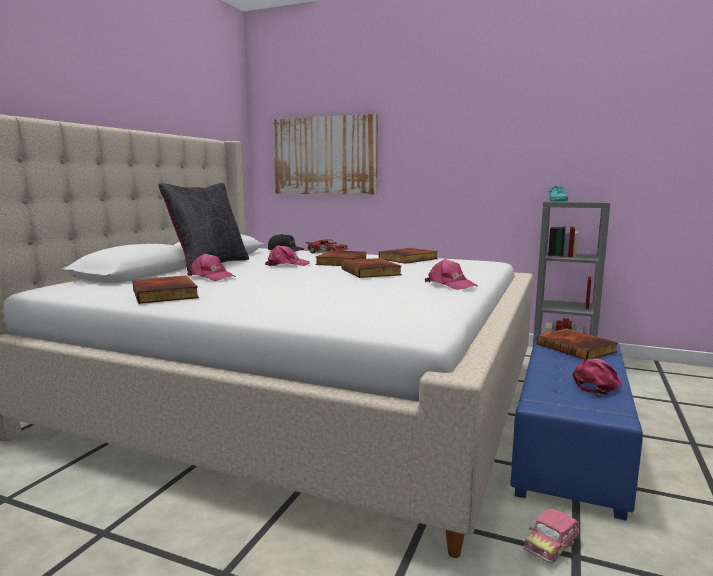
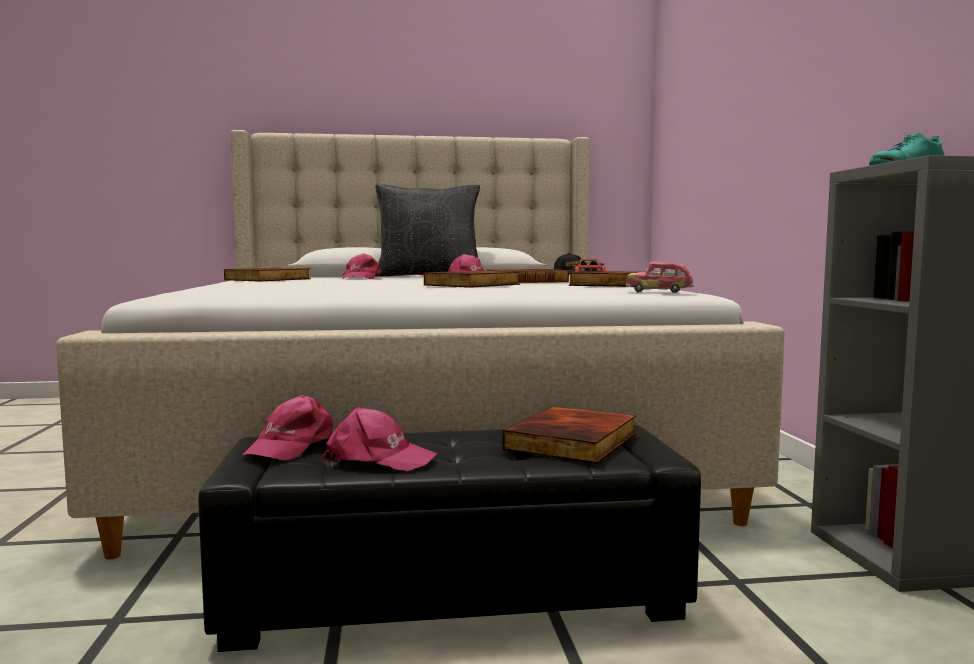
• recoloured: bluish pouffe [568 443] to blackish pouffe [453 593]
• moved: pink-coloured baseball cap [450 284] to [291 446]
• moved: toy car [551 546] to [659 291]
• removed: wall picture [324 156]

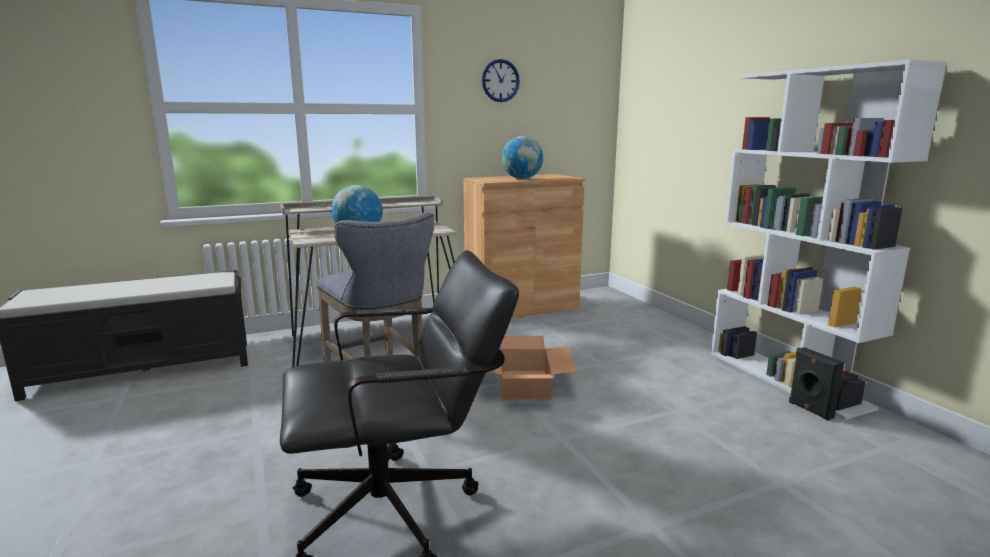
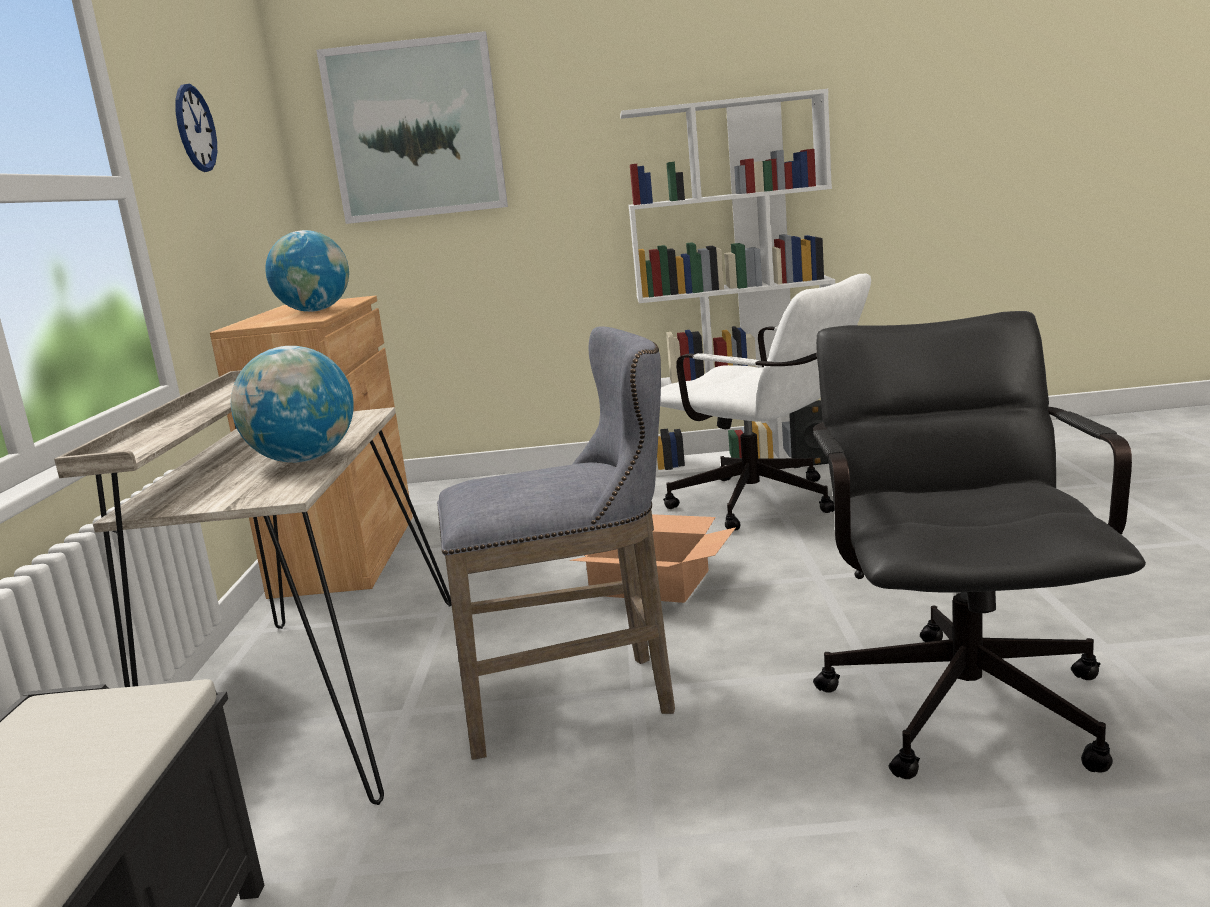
• added: wall picture [415 130]
• added: white office chair [767 505]

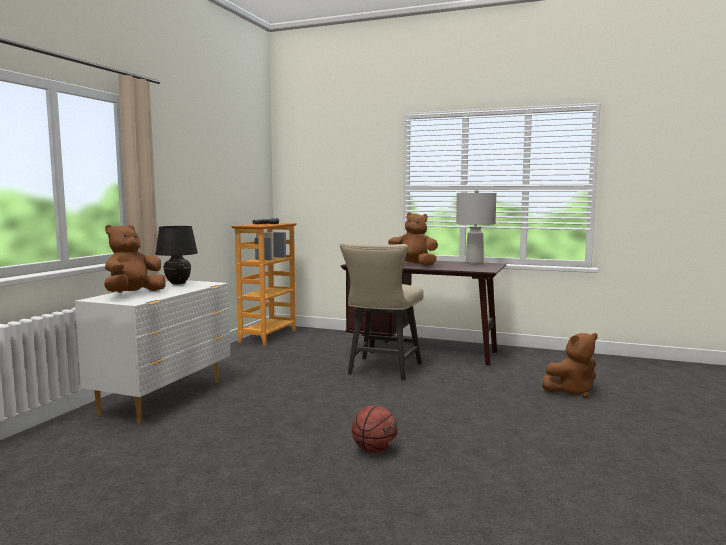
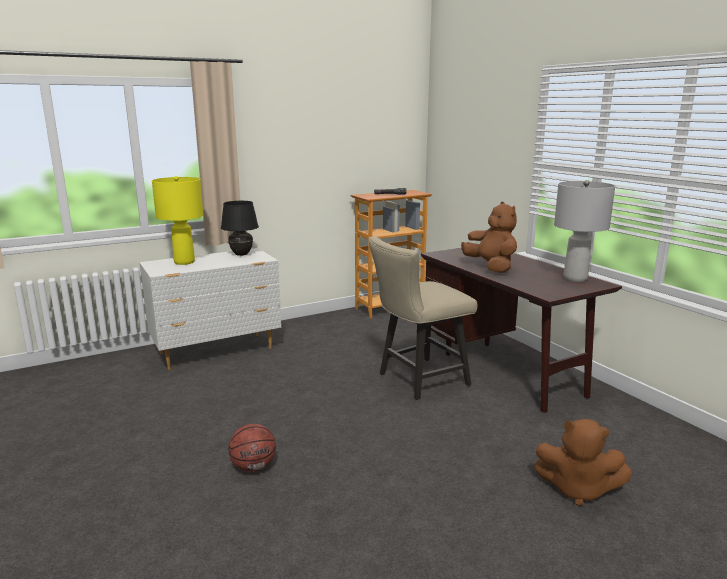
• replaced: brownish soft toy [133 294] to yellowish lamp for a table [184 262]

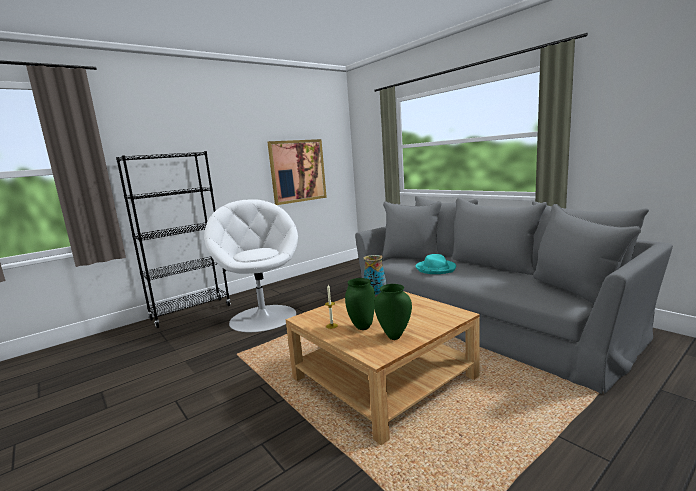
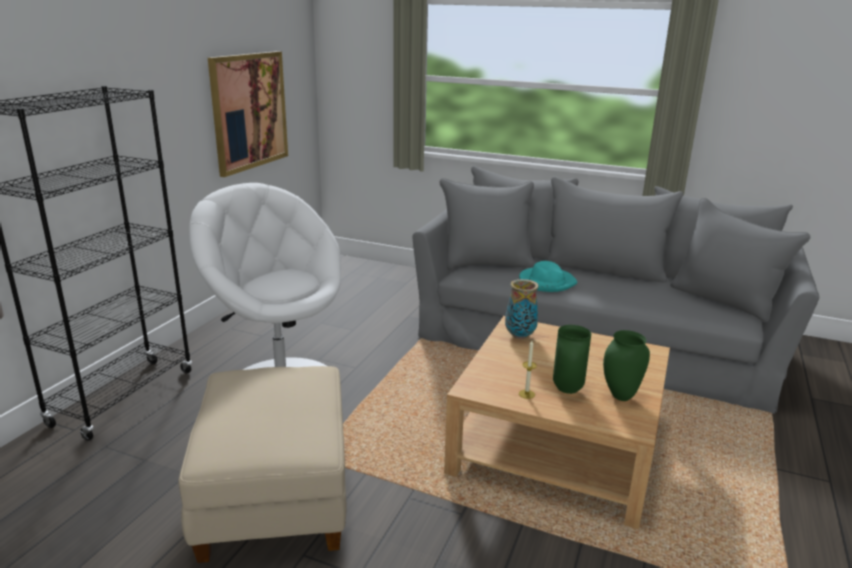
• added: sand-coloured pouffe [274 495]

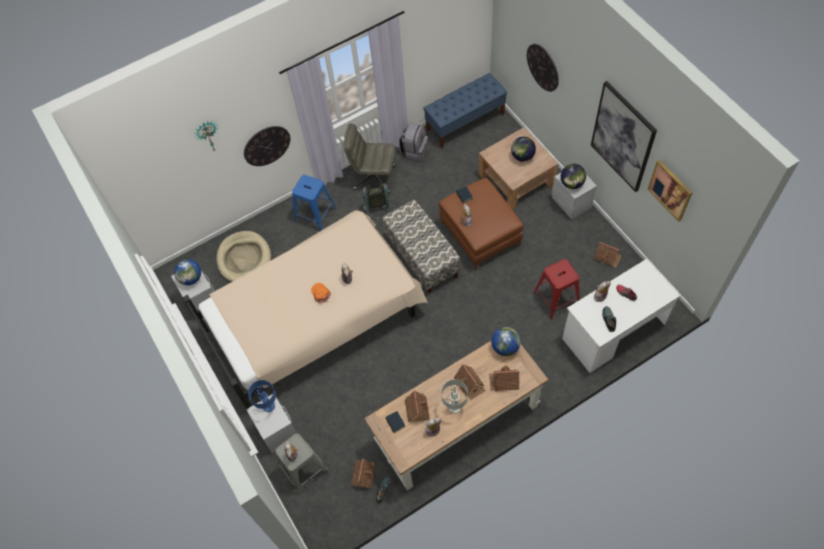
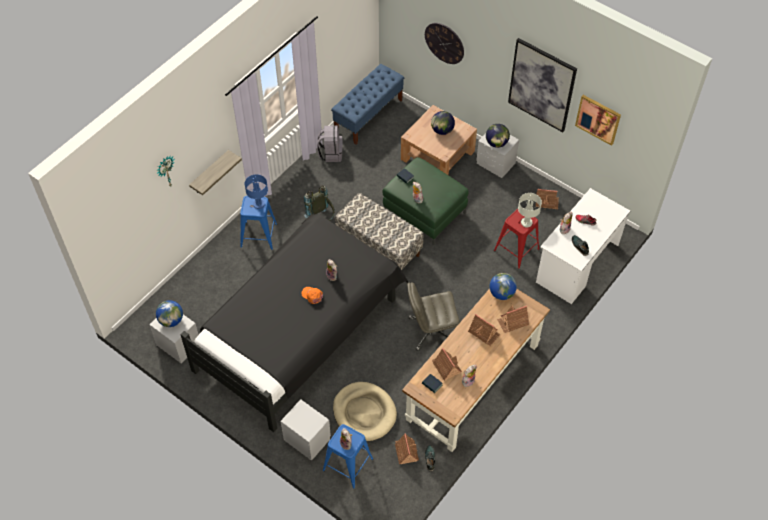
• recoloured: sand-coloured bedroom bed [315 318] to blackish bedroom bed [300 329]
• replaced: clock on the wall [267 145] to wall shelf [210 173]
• moved: bluish lamp for a table [268 406] to [259 204]
• recoloured: greyish sitting stool [303 469] to bluish sitting stool [348 464]
• moved: sand-coloured dog bed [244 258] to [364 413]
• recoloured: brownish pouffe [480 234] to greenish pouffe [424 212]
• moved: greyish office chair [373 177] to [431 331]
• moved: greyish lamp for a table [455 407] to [527 223]

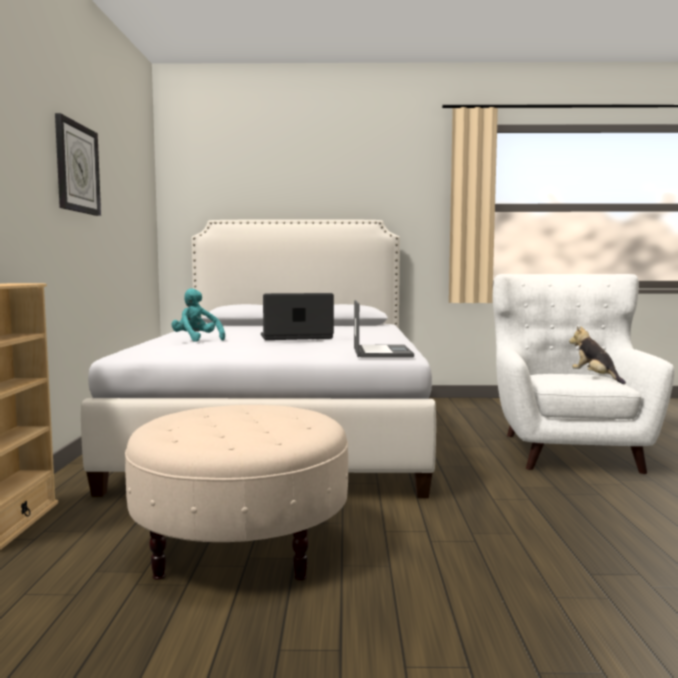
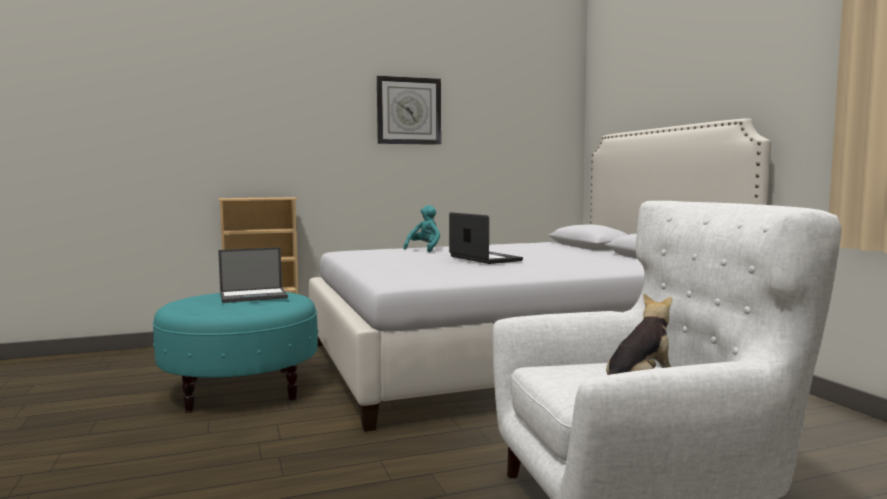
• recoloured: sand-coloured pouffe [242 545] to turquoise pouffe [241 389]
• moved: portable computer [381 352] to [254 296]

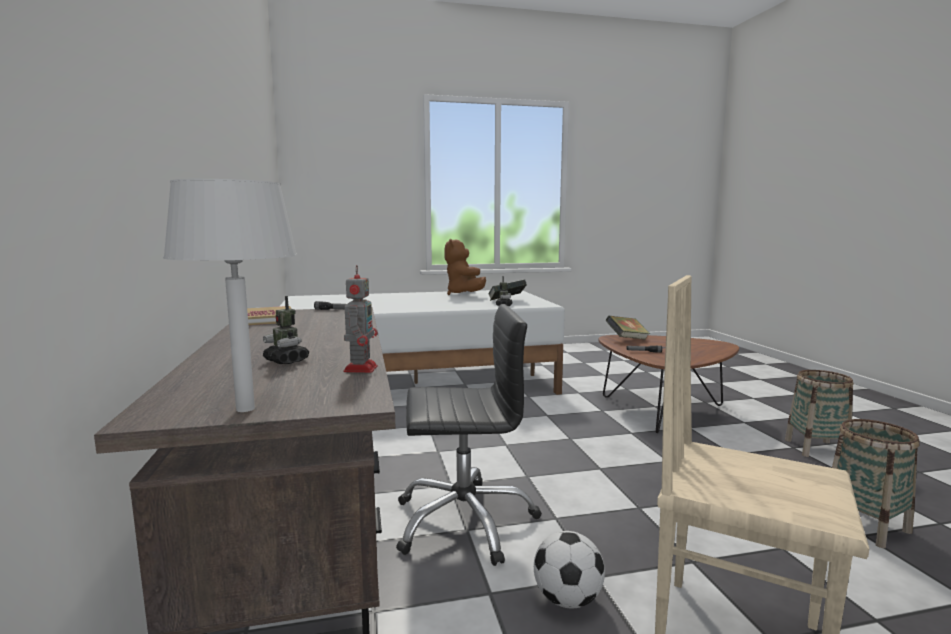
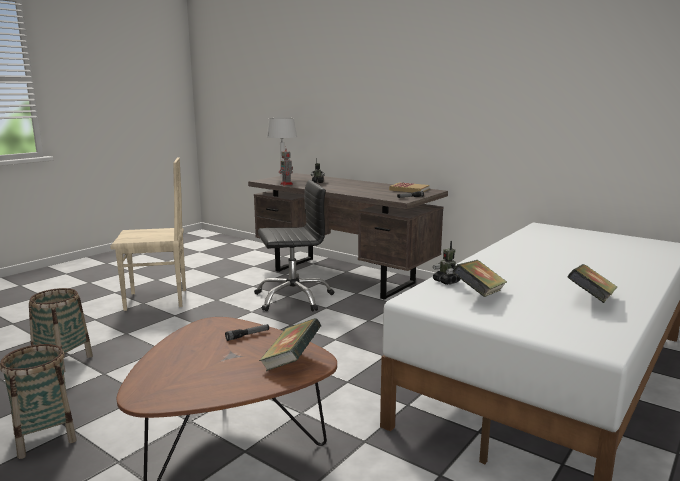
• turned: blackish office chair [464 521] = [293 298] 150 degrees counterclockwise
• replaced: brownish soft toy [464 294] to volume [590 300]
• removed: football [567 599]

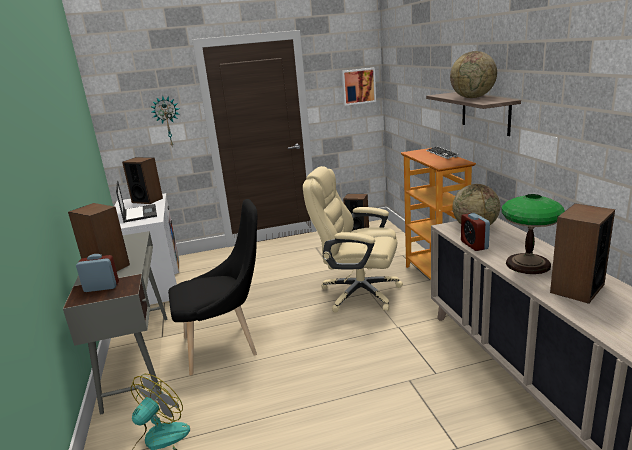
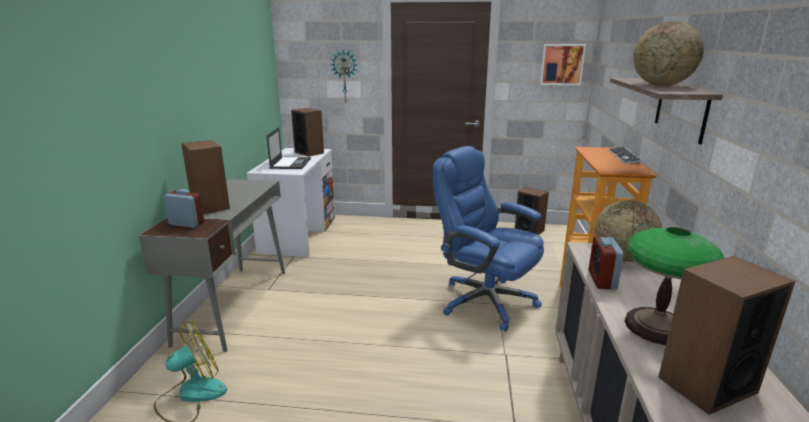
• recoloured: sand-coloured office chair [358 293] to bluish office chair [485 301]
• removed: blackish upright chair [226 345]

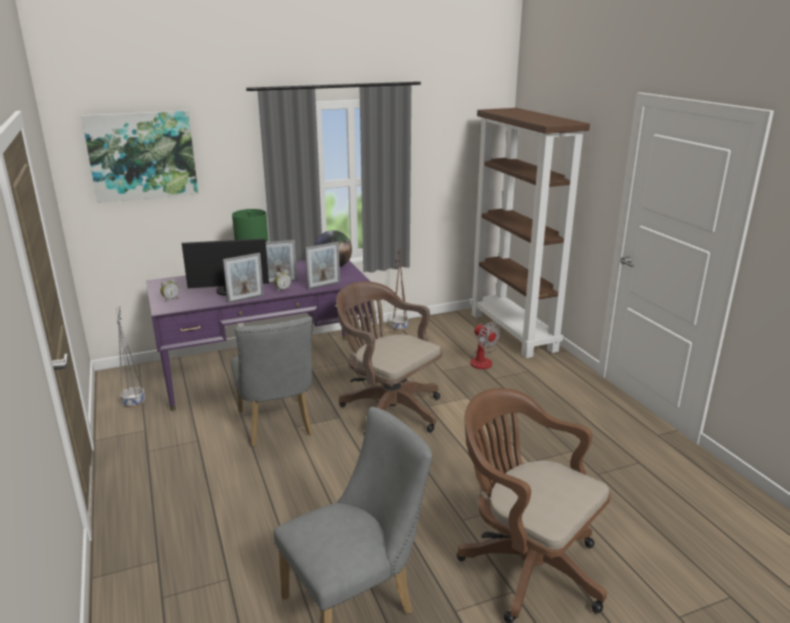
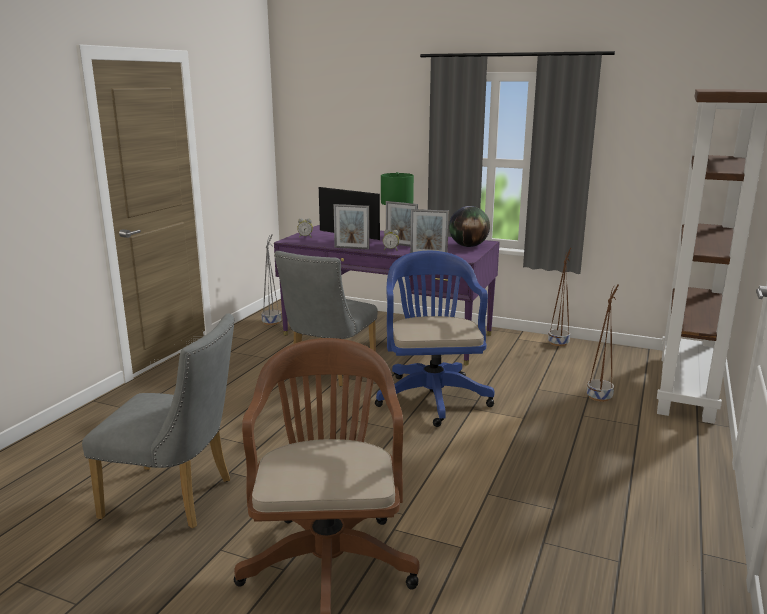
• recoloured: brownish office chair [387 409] to bluish office chair [432 395]
• replaced: electric fan [483 360] to brownish plant pot [599 396]
• removed: wall picture [142 155]

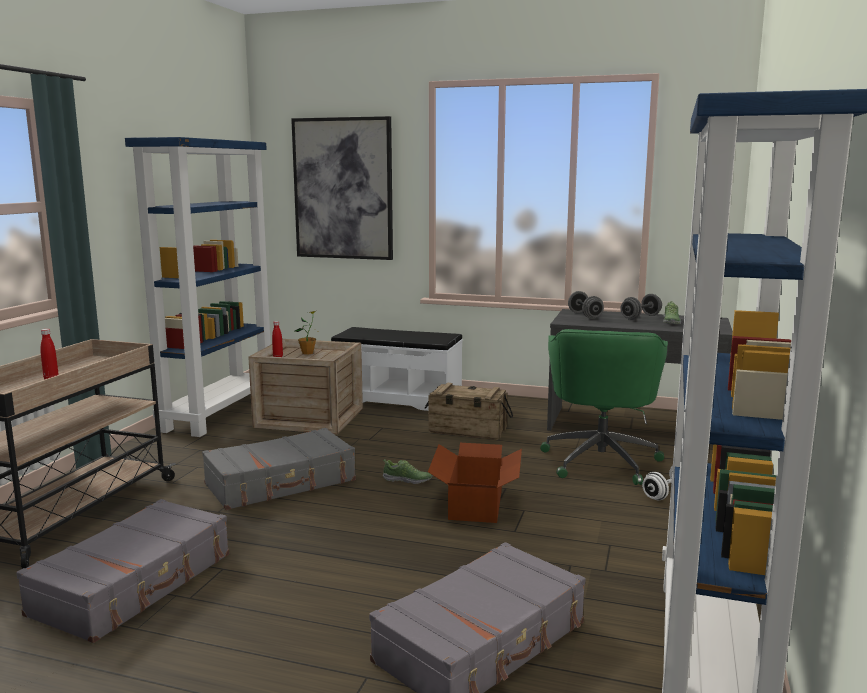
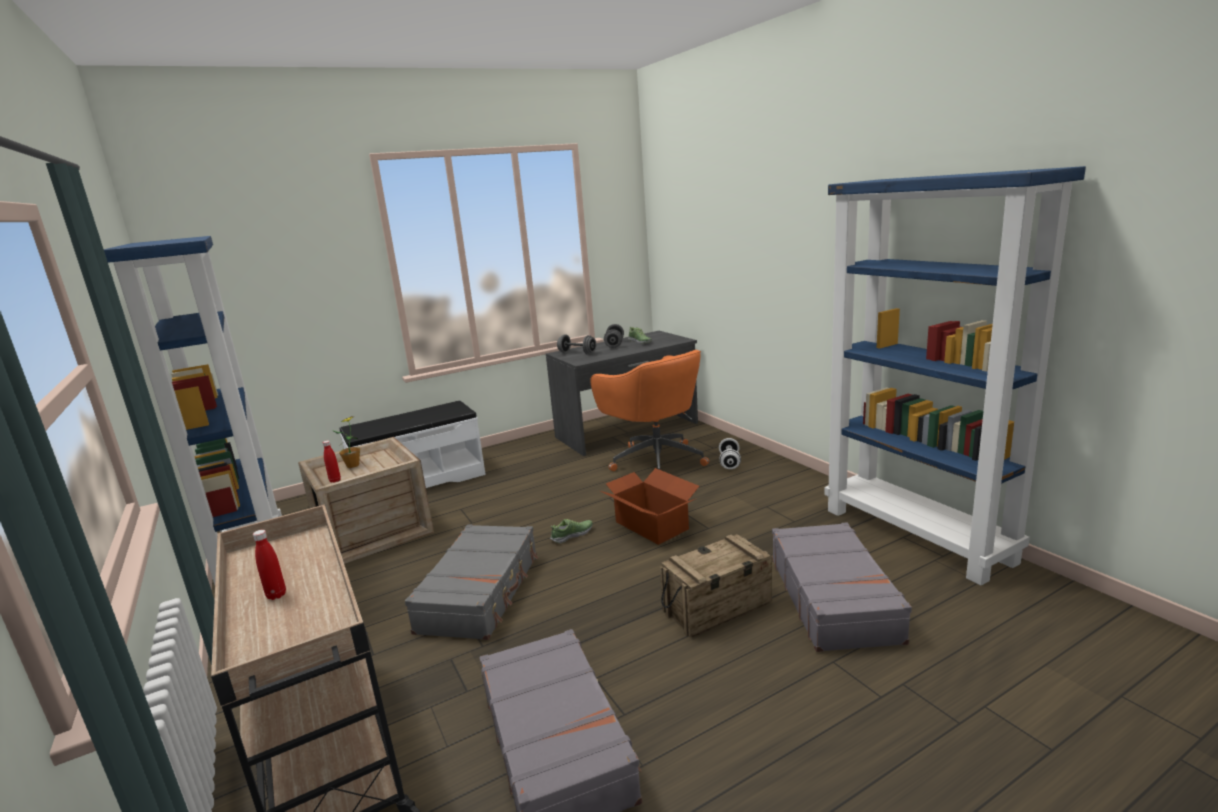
• recoloured: greenish office chair [601 460] to orangey office chair [656 460]
• moved: crate [467 430] to [717 608]
• removed: wall picture [343 189]

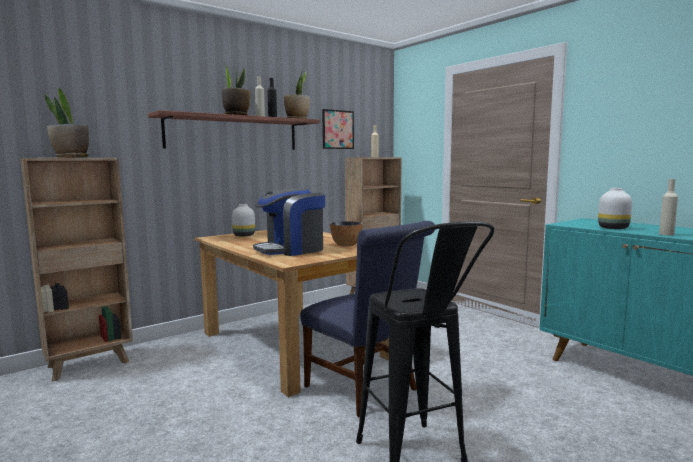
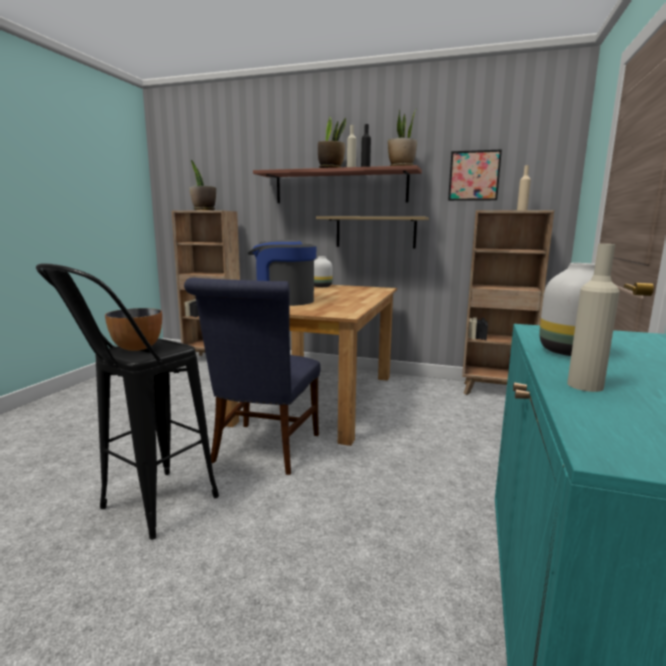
• moved: serving bowl [346 245] to [137 348]
• added: wall shelf [375 232]

